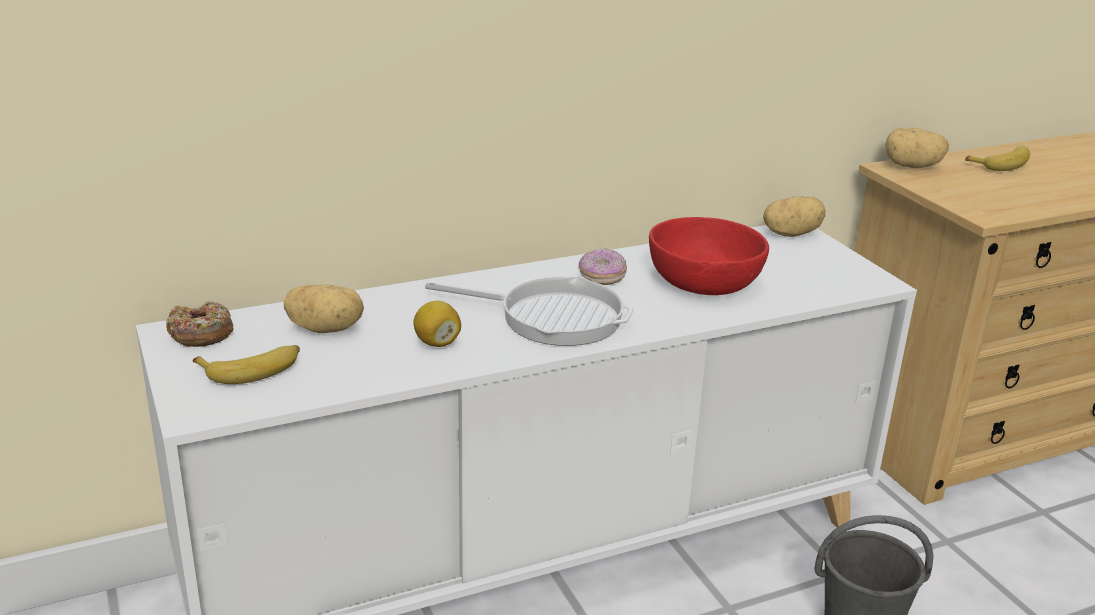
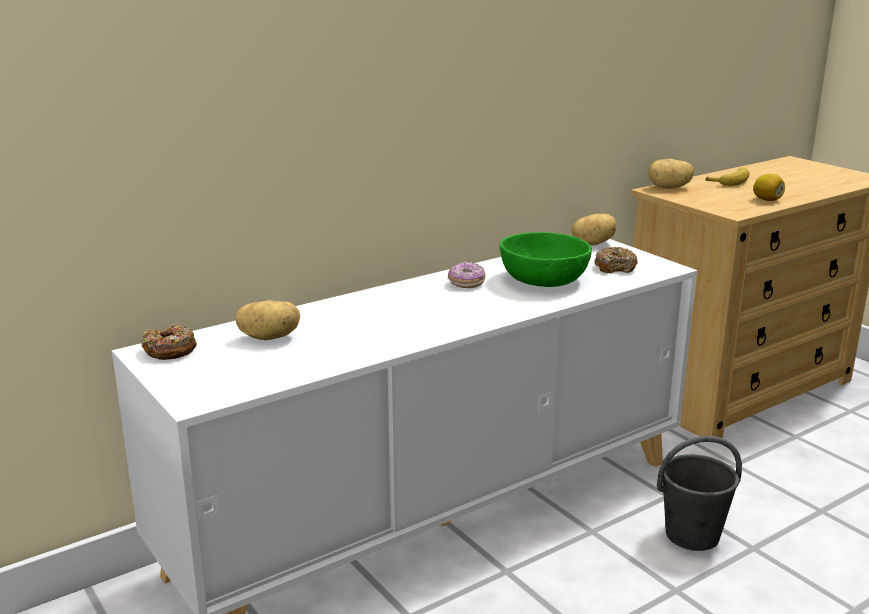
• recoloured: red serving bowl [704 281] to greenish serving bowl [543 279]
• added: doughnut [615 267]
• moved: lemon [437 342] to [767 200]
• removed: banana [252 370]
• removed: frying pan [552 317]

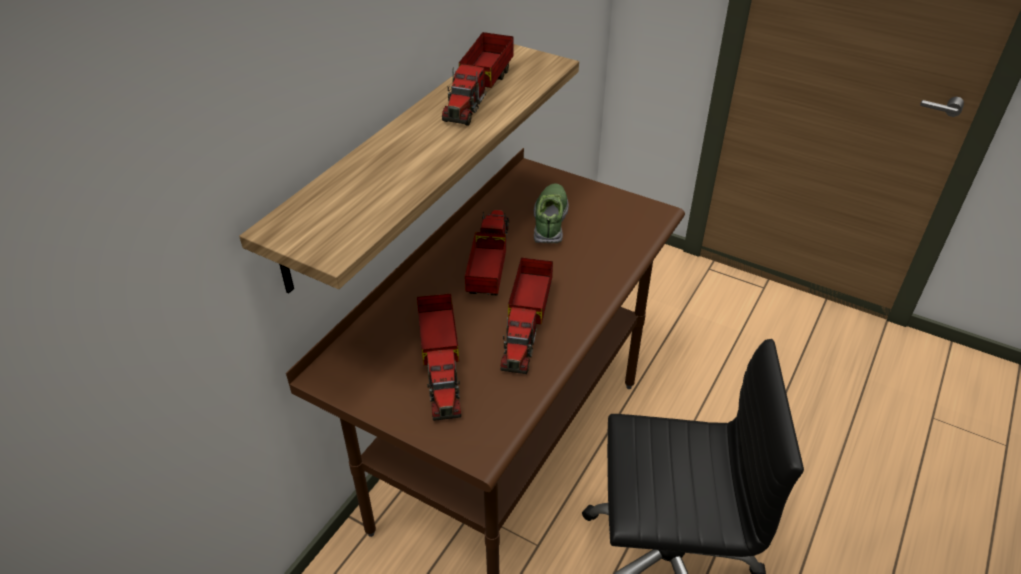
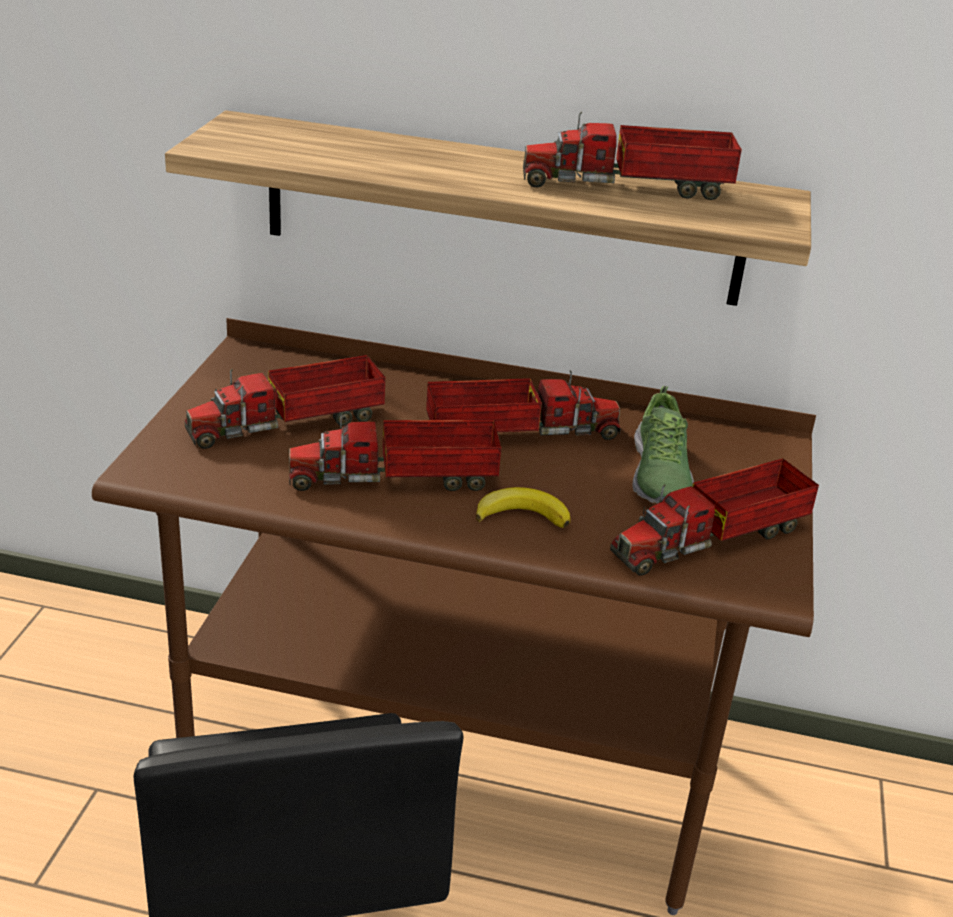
• added: banana [522 515]
• added: toy truck [714 539]
• turned: low shoe [550 221] = [658 475] 105 degrees clockwise

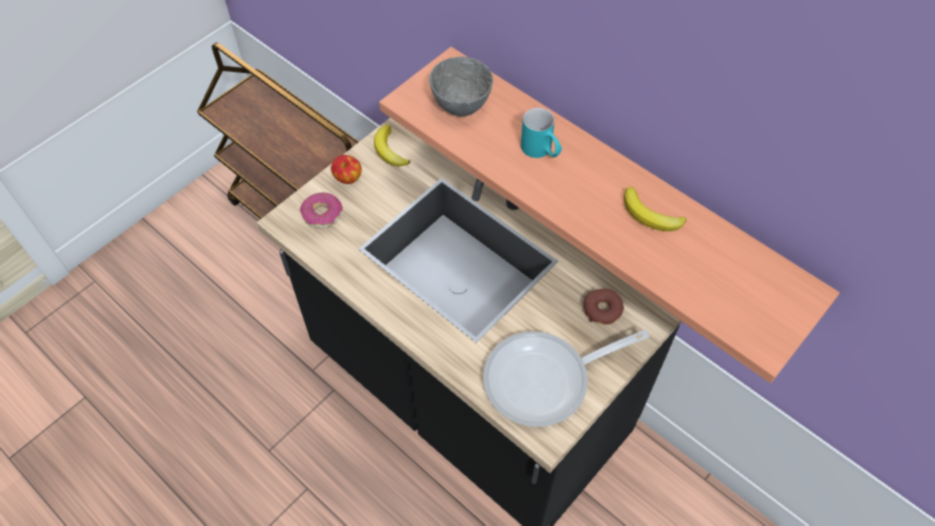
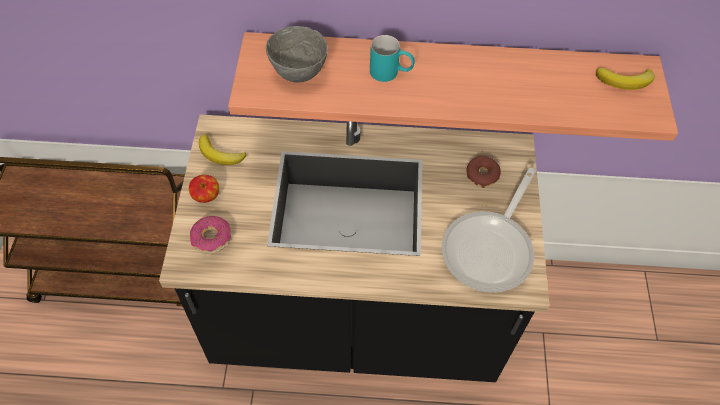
• moved: banana [650 215] to [625 81]

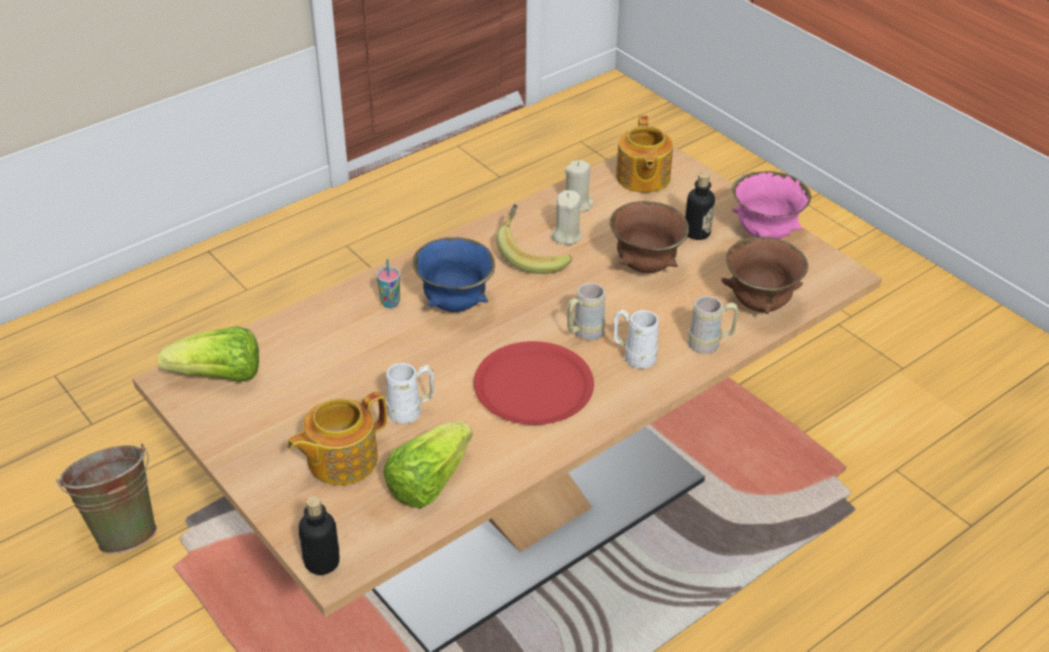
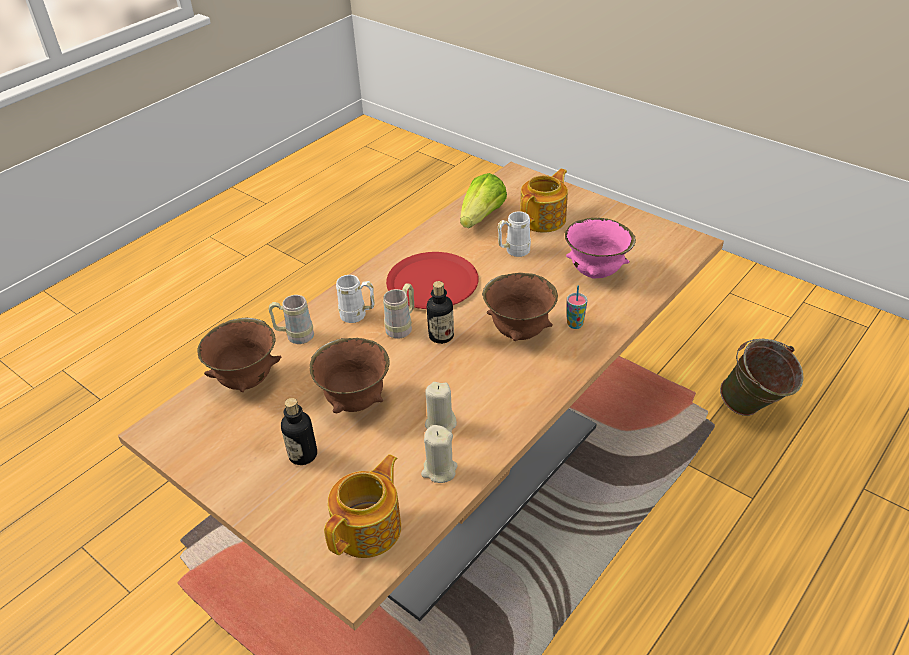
• turned: pot for tea [642 178] = [369 528] 45 degrees clockwise
• moved: bottle [322 562] to [441 336]
• recoloured: bluish serving bowl [454 305] to brownish serving bowl [519 332]
• moved: pink-coloured serving bowl [765 234] to [595 273]
• removed: head of lettuce [219 376]
• removed: banana [532 254]

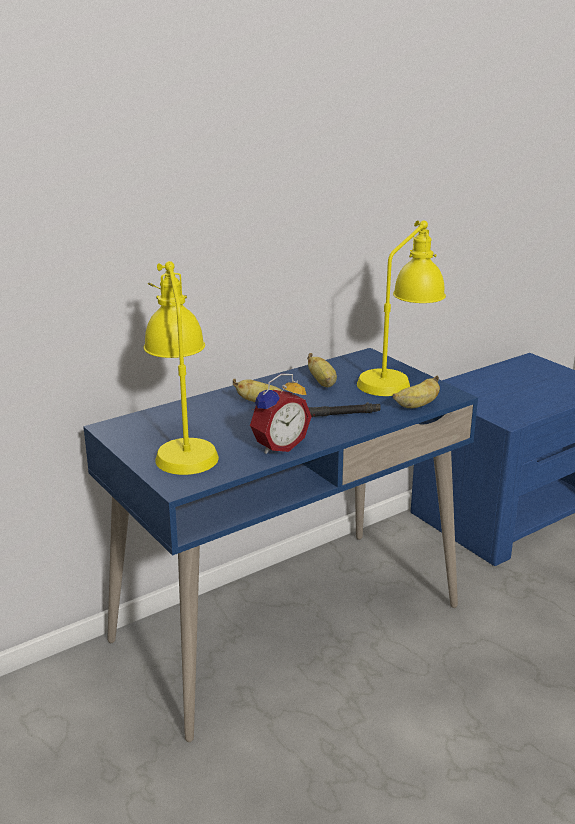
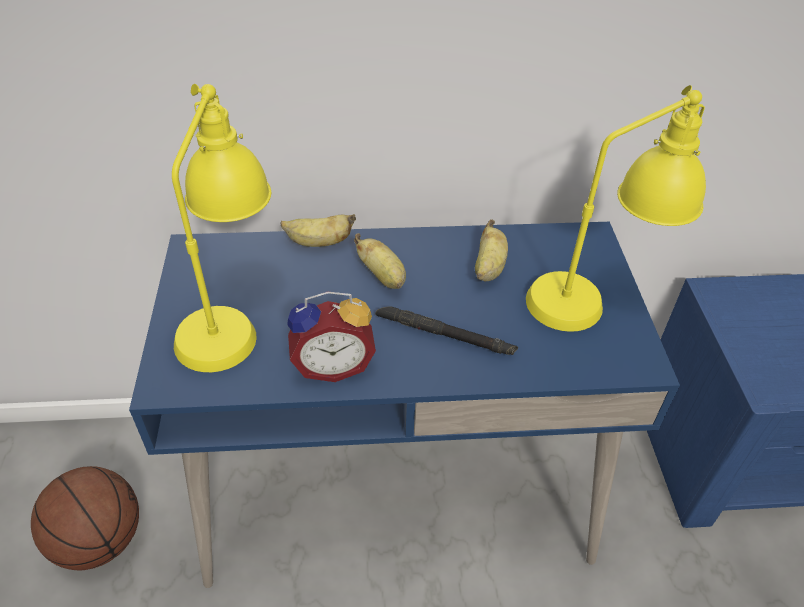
• added: basketball ball [99 539]
• moved: banana [417 405] to [318 243]

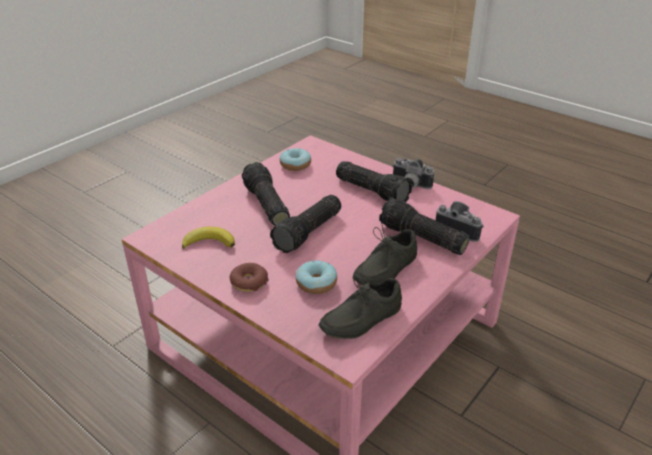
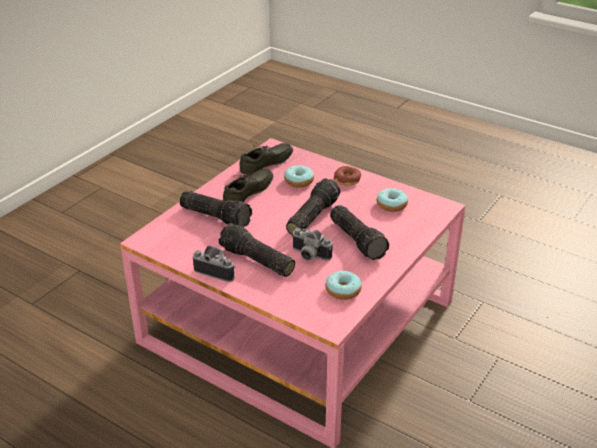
• moved: still camera [460 229] to [309 255]
• replaced: banana [209 242] to doughnut [391 205]

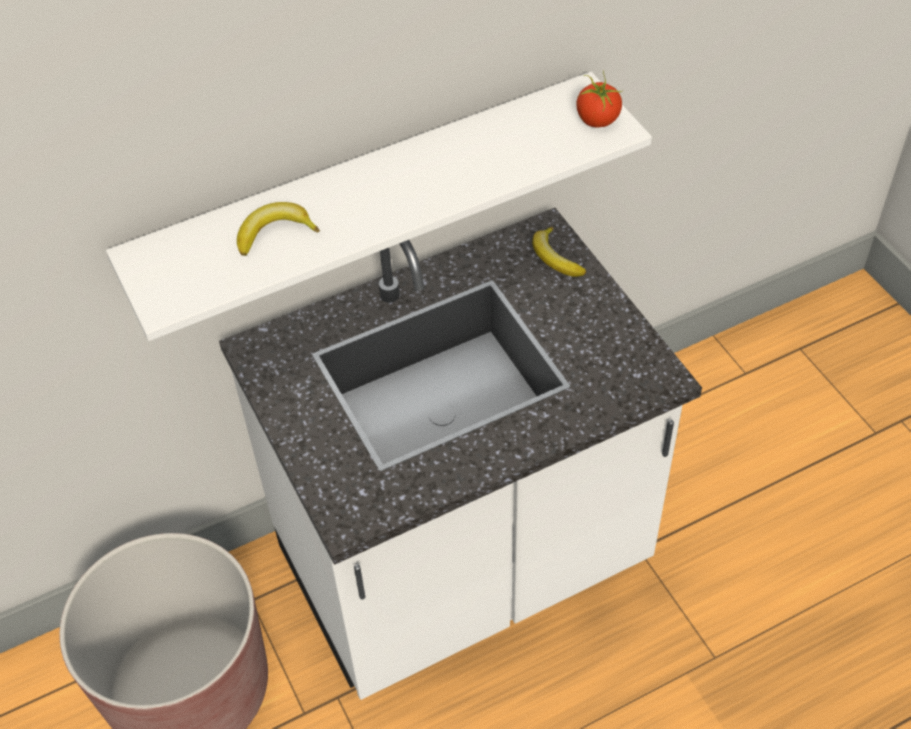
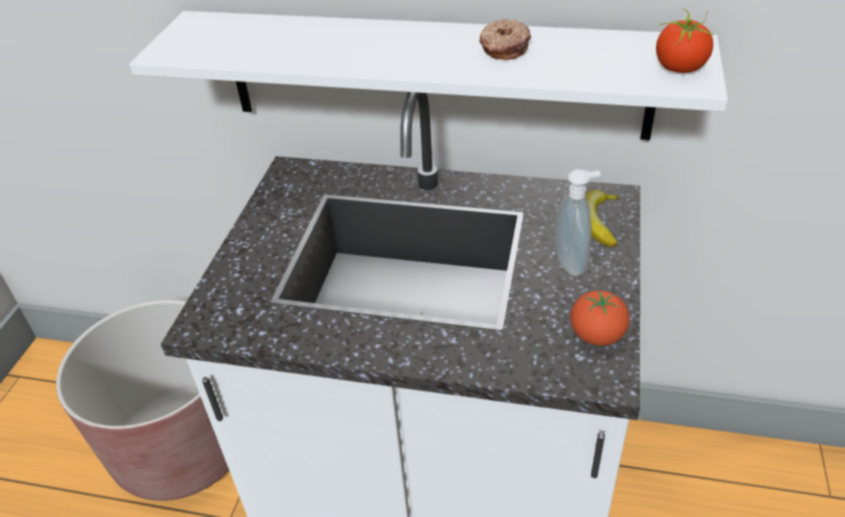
• added: doughnut [503 48]
• added: soap dispenser [572 263]
• added: fresh tomato [597 335]
• removed: banana [275 233]

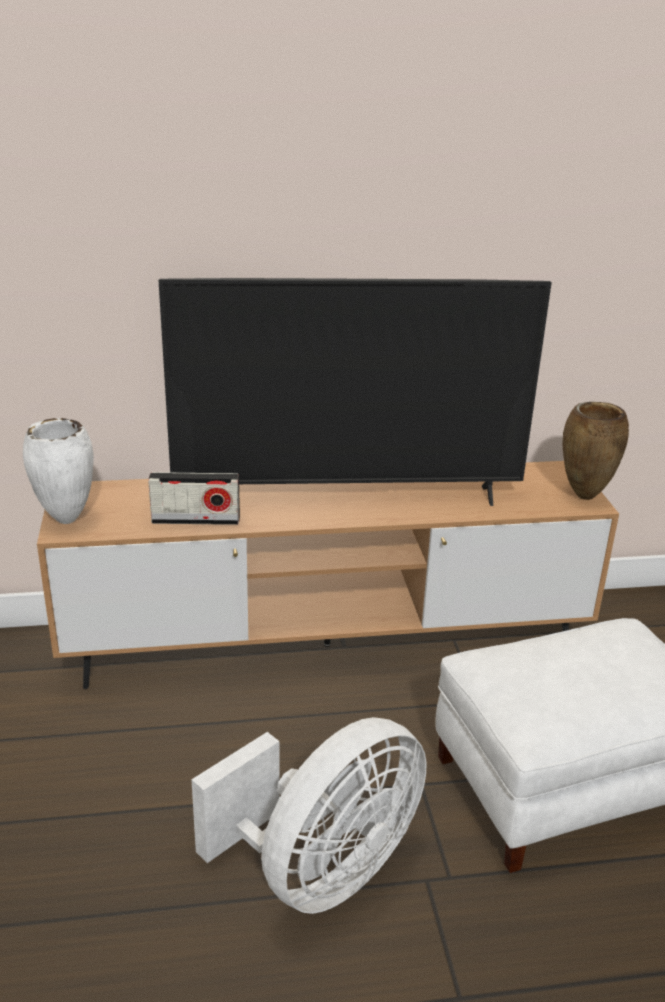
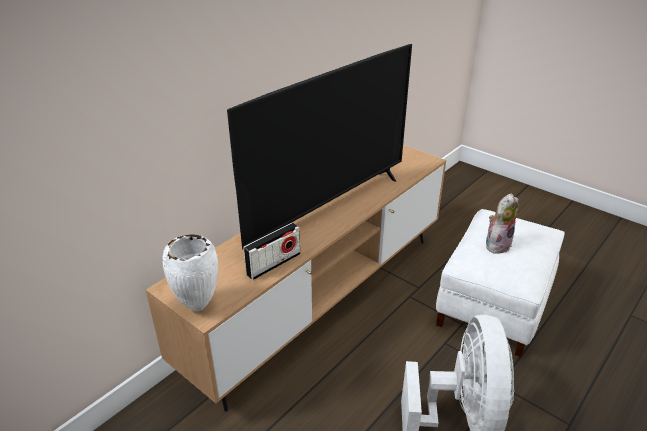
• added: soft toy [497 244]
• removed: brownish flower vase [583 495]

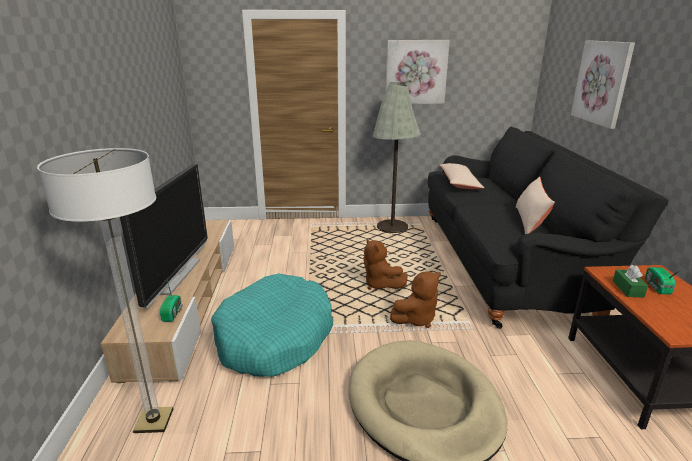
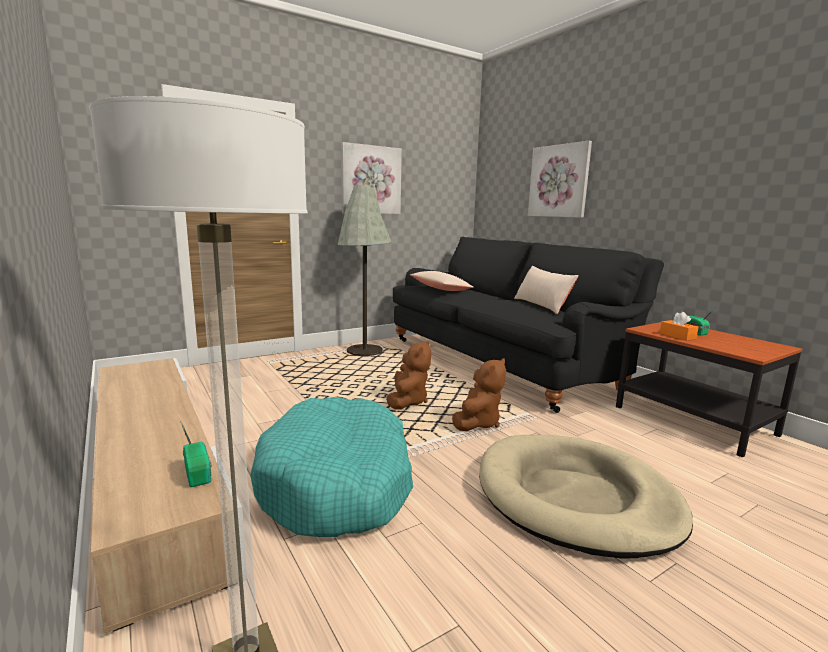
• turned: brownish soft toy [380 285] = [407 401] 105 degrees counterclockwise
• recoloured: greenish tissue box [628 289] to orangey tissue box [677 336]
• removed: TV set [175 275]

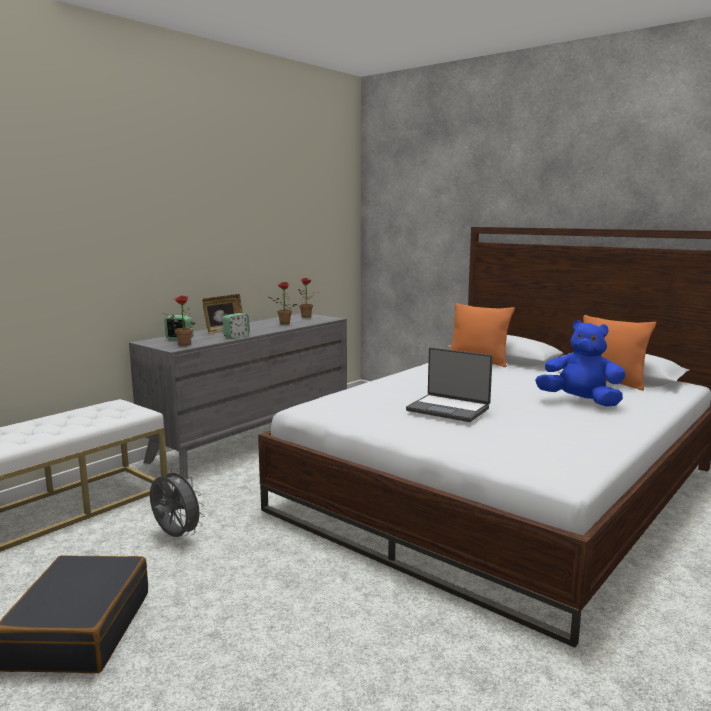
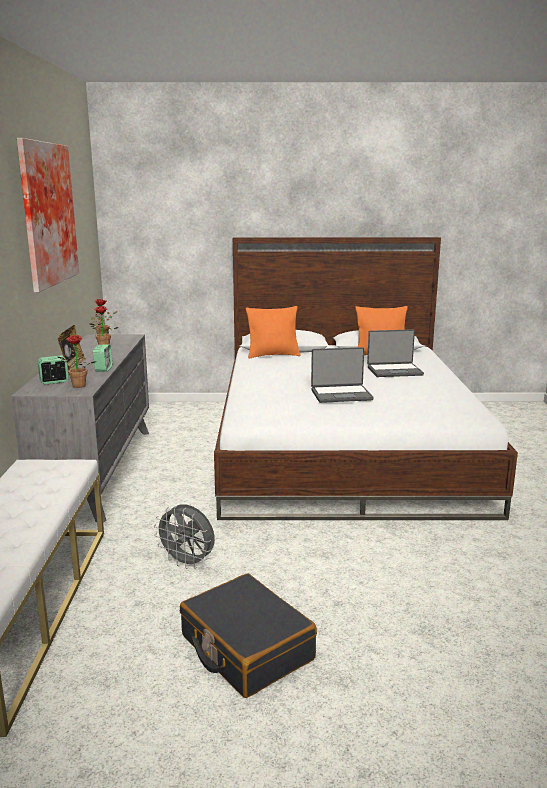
• added: wall picture [44 214]
• turned: greyish electric fan [175 536] = [188 563] 150 degrees counterclockwise
• replaced: bluish soft toy [580 401] to portable computer [394 371]

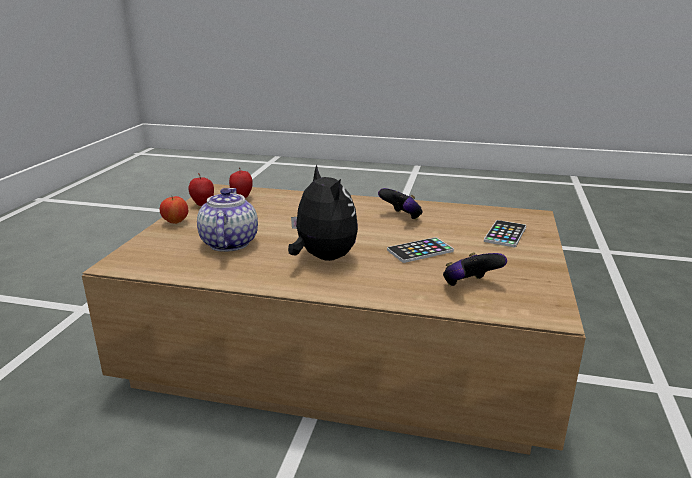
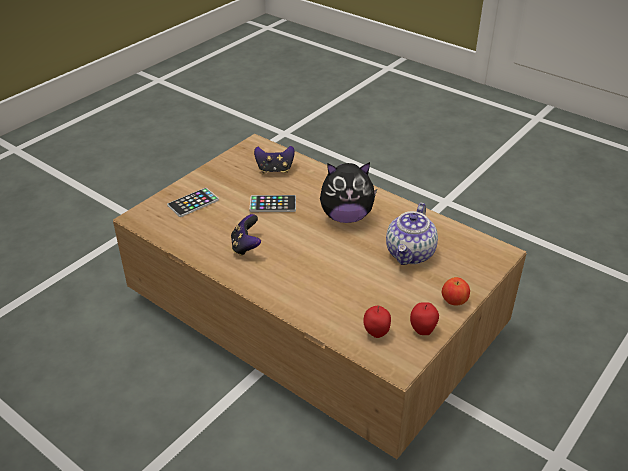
• turned: soft toy [322 258] = [346 217] 90 degrees counterclockwise

